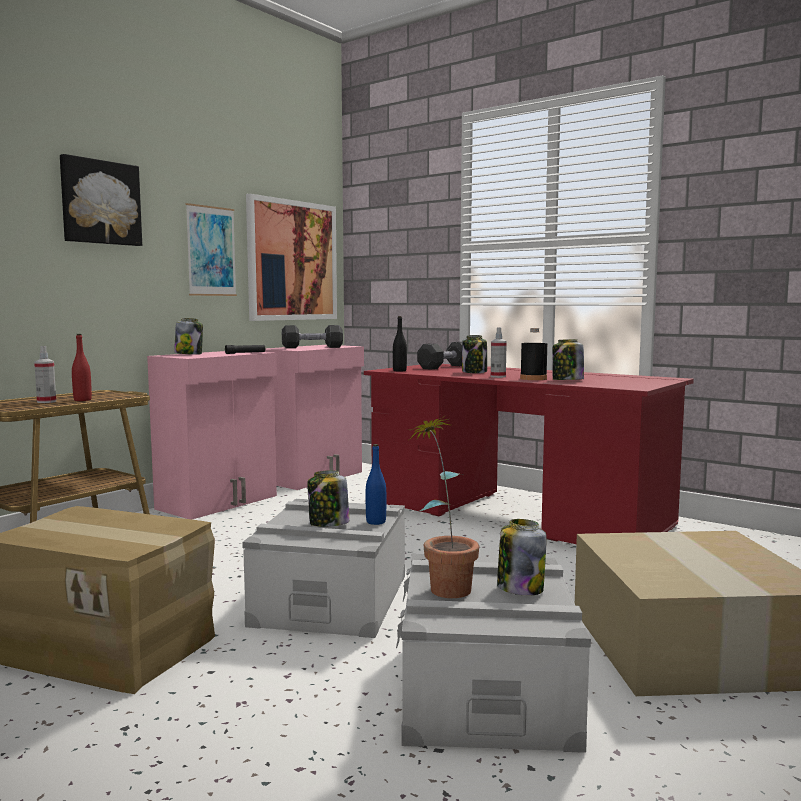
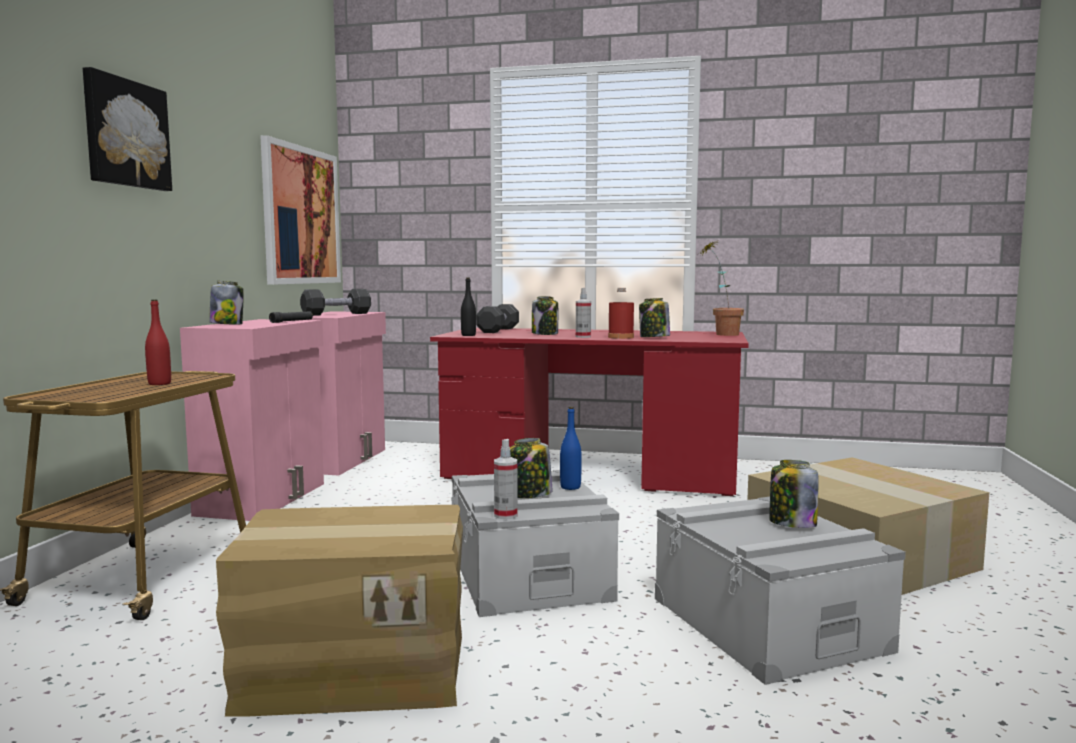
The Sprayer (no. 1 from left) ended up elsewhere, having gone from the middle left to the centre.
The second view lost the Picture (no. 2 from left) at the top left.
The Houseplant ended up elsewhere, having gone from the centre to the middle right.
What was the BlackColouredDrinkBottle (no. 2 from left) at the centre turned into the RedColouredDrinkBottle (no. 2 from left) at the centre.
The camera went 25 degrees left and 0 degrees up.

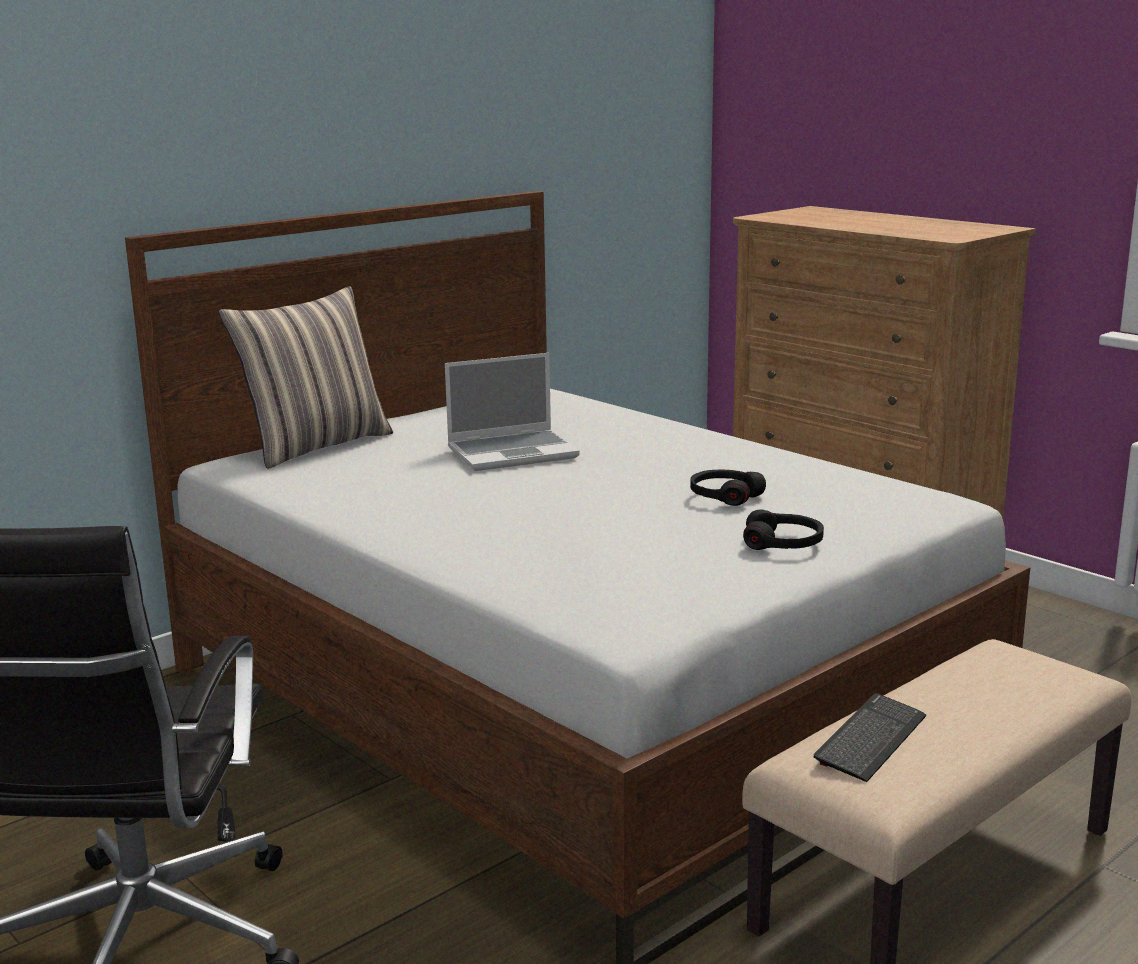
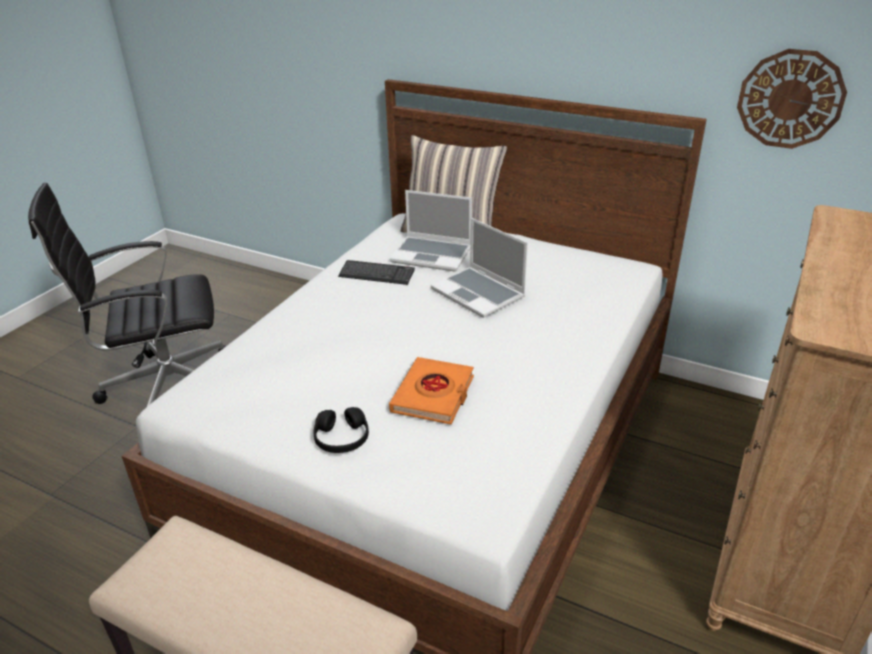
Where the BlackColouredPairOfHeadphones (no. 1 from left) stood at the centre, the OrangeColouredVolume came to stand at the centre.
The Keyboard ended up elsewhere, having gone from the bottom right to the centre.
The second view gained the Laptop (no. 1 from left) at the centre.
The second view gained the ClockOnTheWall at the top right.
The camera went 70 degrees right and 15 degrees up.

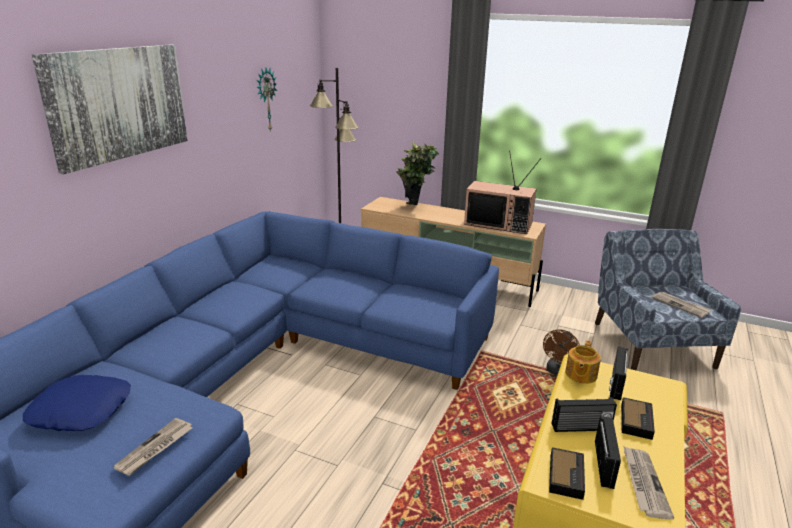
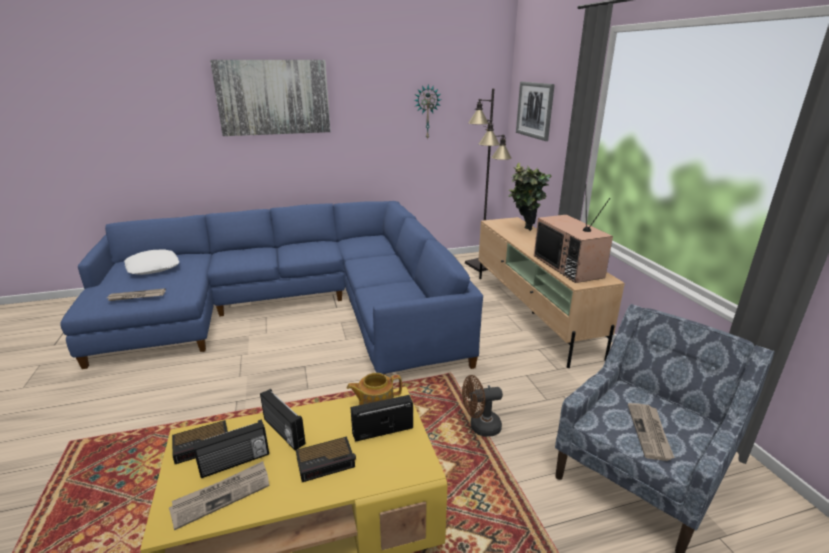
What was the BluishCushion at the bottom left turned into the WhiteCushion at the middle left.
The second view gained the Picture (no. 2 from left) at the top centre.
The camera went 50 degrees right and 0 degrees up.

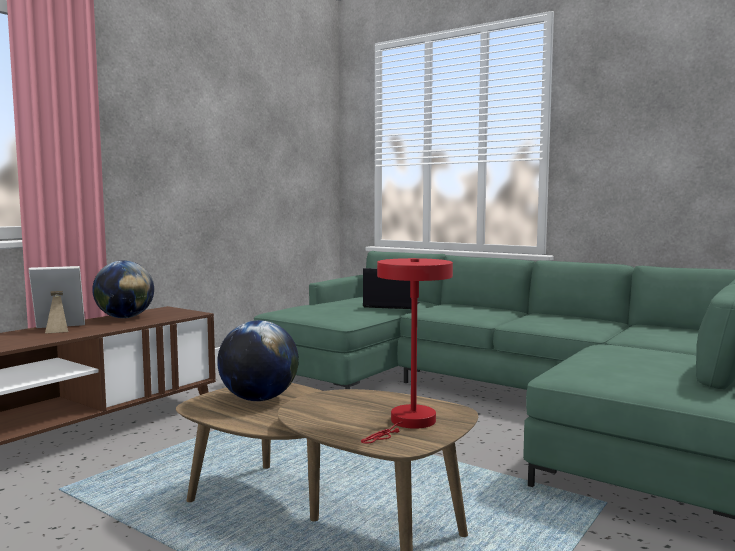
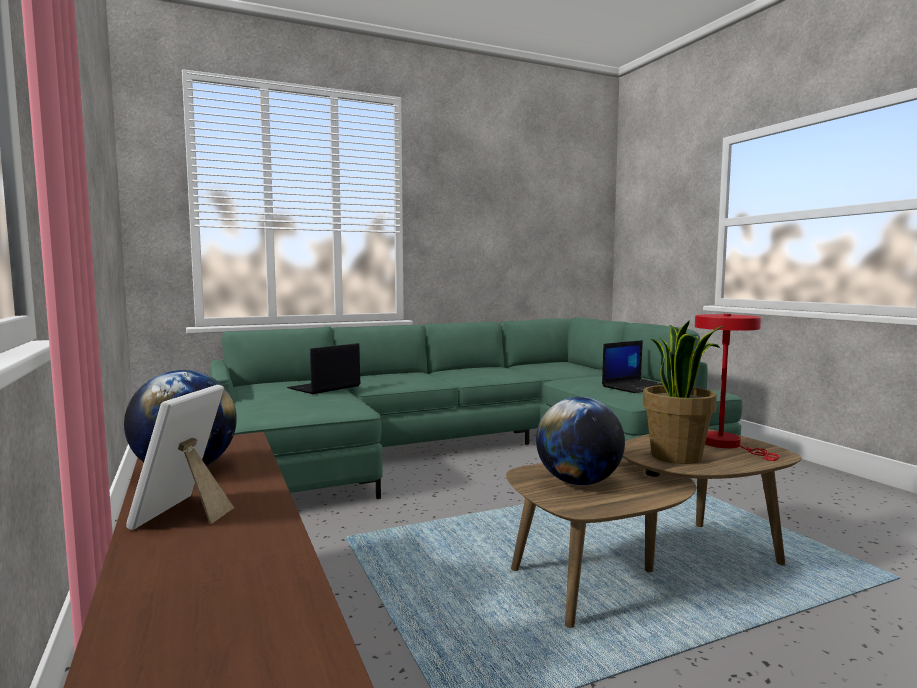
The second view gained the Laptop (no. 2 from left) at the middle right.
The second view gained the Houseplant at the middle right.
The camera went 60 degrees left and 0 degrees up.

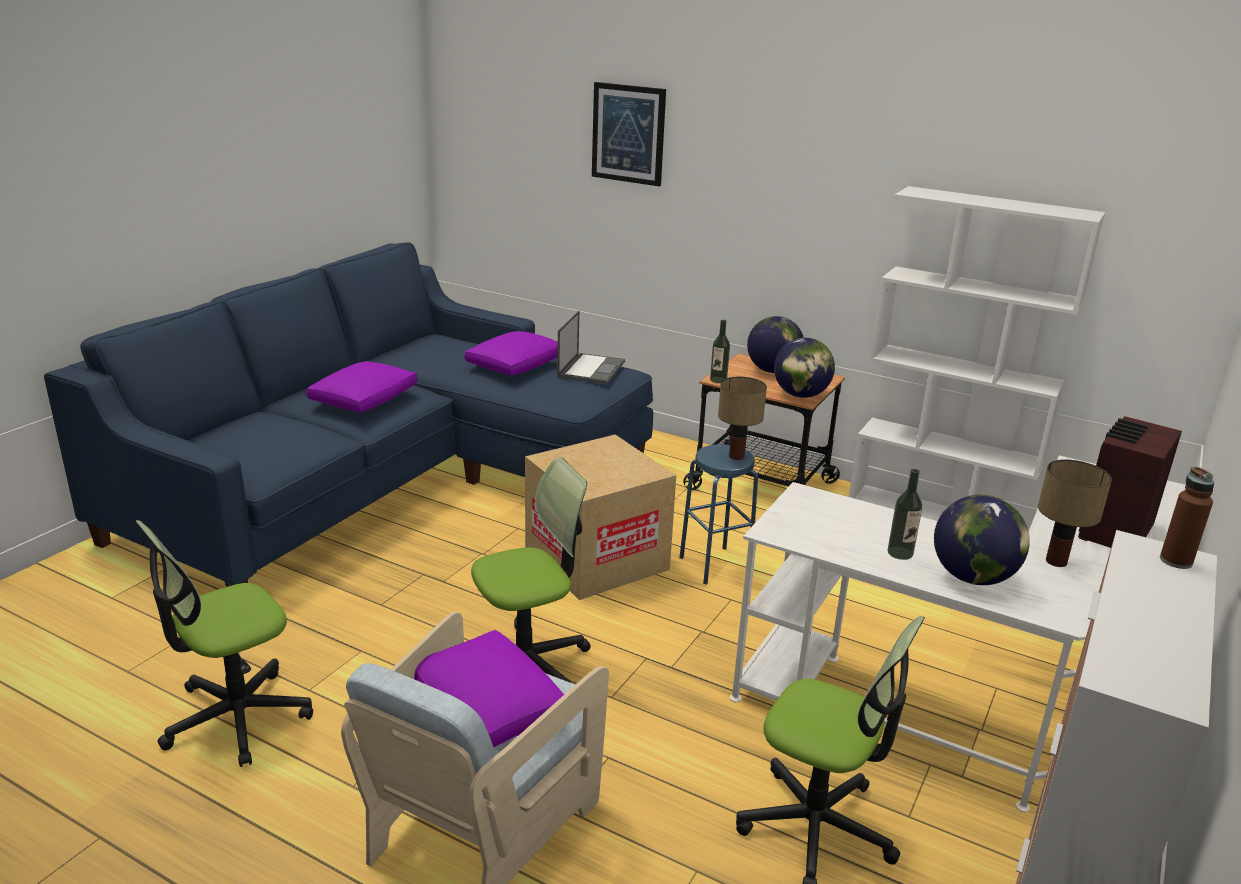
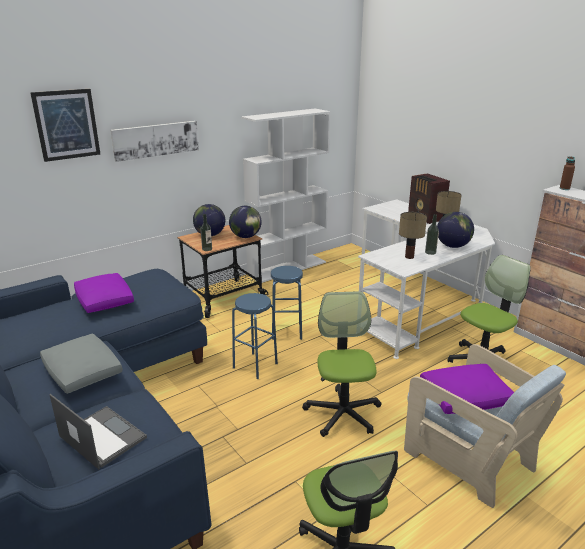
What was the PurplishCushion (no. 1 from left) at the middle left turned into the GreyishCushion at the middle left.
Where the PackingBox stood at the centre, the BluishStool (no. 1 from left) came to stand at the centre.
The Laptop ended up elsewhere, having gone from the centre to the bottom left.
The TabletopLamp (no. 1 from left) ended up elsewhere, having gone from the centre to the middle right.
The second view gained the Picture (no. 2 from left) at the top left.
The camera went 65 degrees left and 0 degrees up.

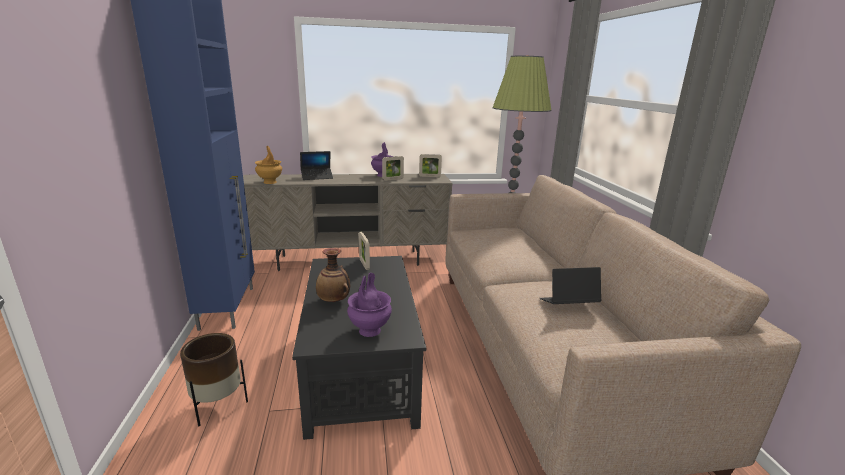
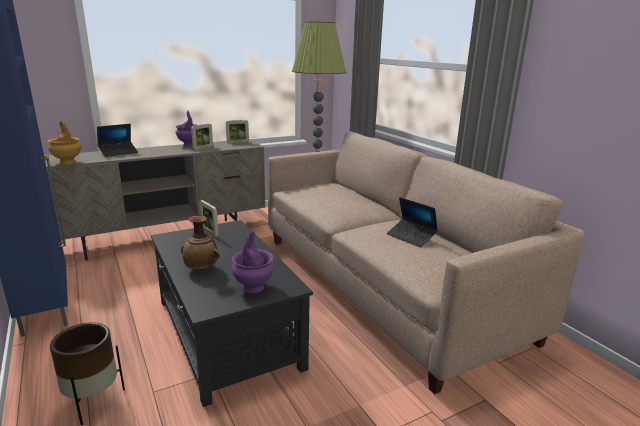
The Laptop (no. 2 from left) at the middle right ended up facing another way, 105 degrees counterclockwise from before.
The camera went 20 degrees left and 0 degrees up.

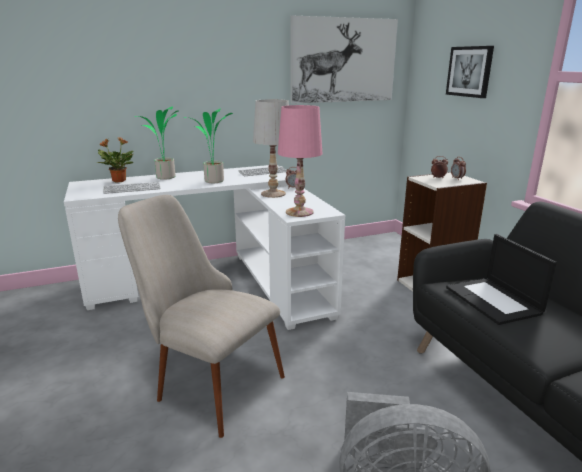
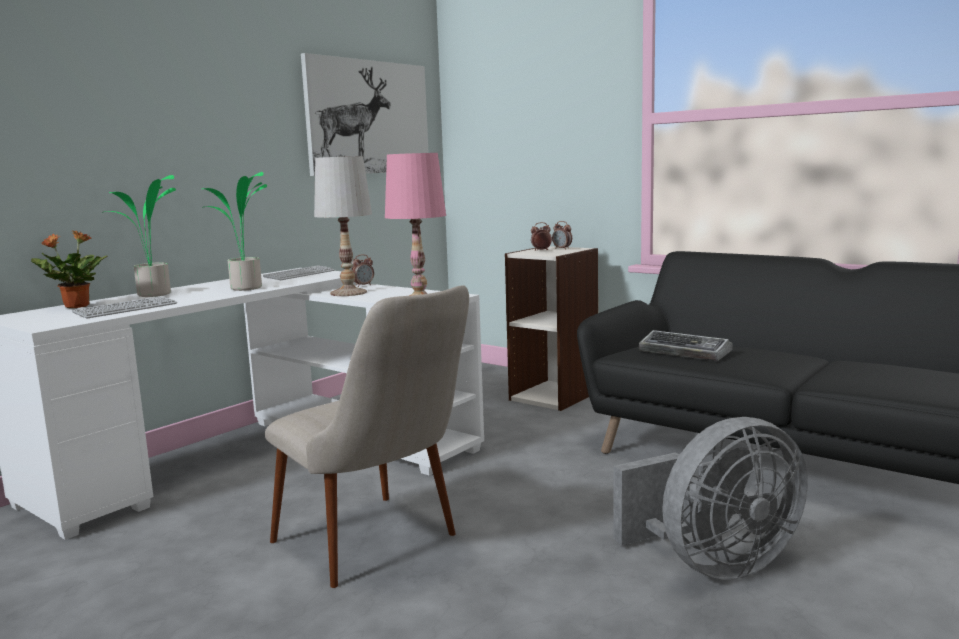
The BeigeChair at the bottom centre ended up facing another way, 135 degrees counterclockwise from before.
The second view lost the Picture (no. 2 from left) at the top right.
Where the Laptop stood at the middle right, the Keyboard (no. 3 from left) came to stand at the middle right.
The camera went 30 degrees left and 10 degrees down.

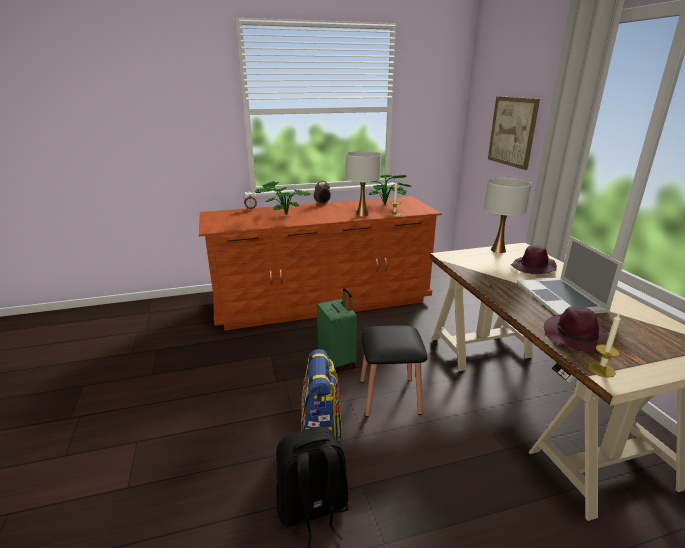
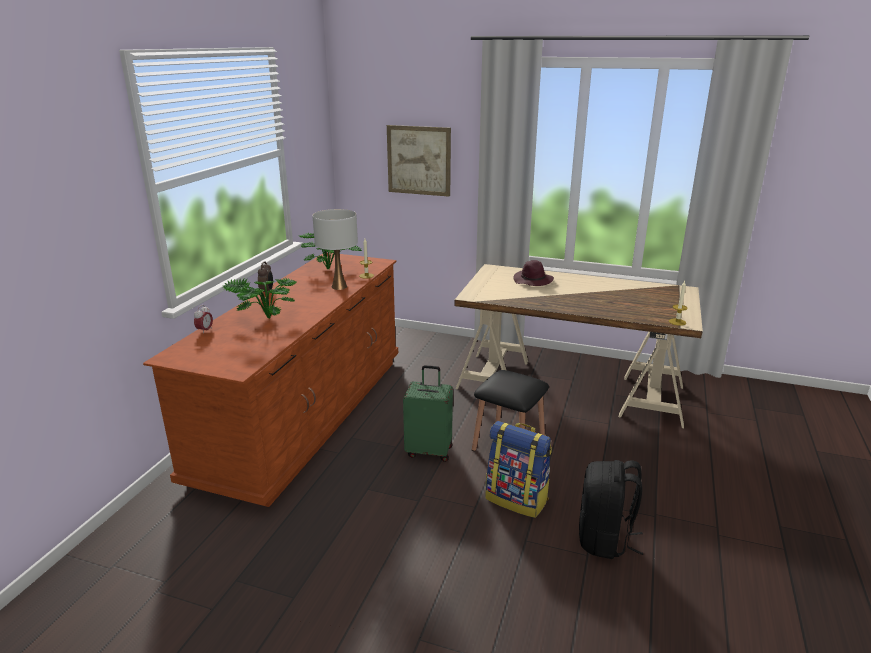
The second view lost the WhiteTabletopLamp (no. 2 from left) at the middle right.
The second view lost the Laptop at the middle right.
The second view lost the PurplishHat (no. 2 from left) at the middle right.
The camera went 55 degrees left and 0 degrees up.

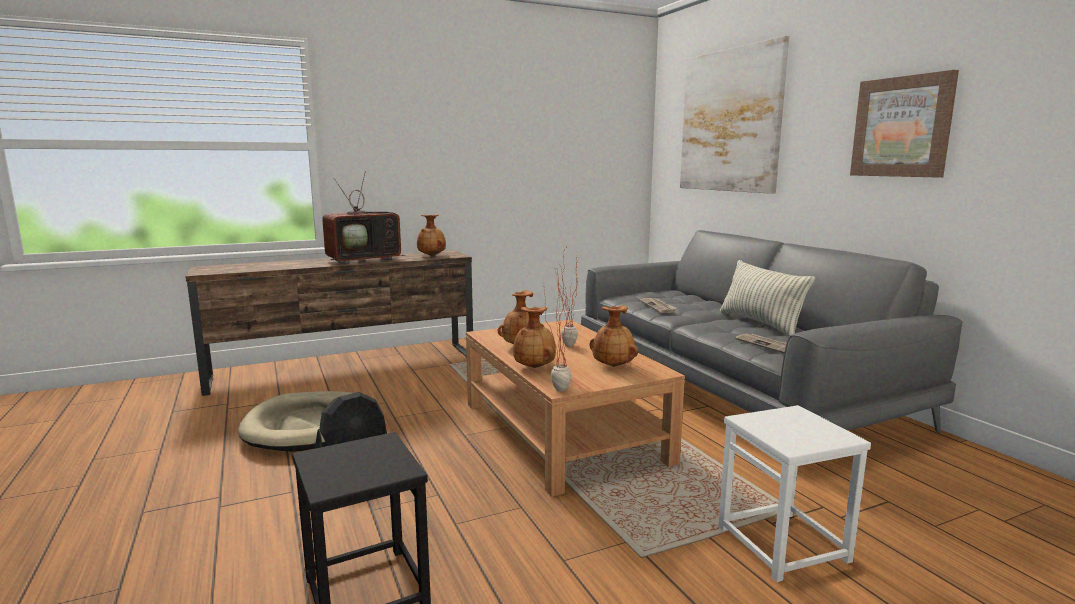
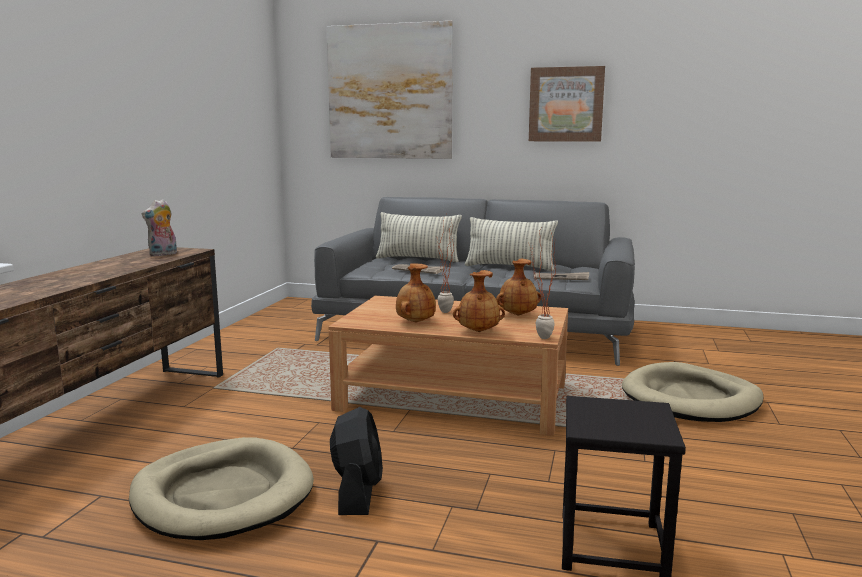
The second view lost the Television at the centre.
Where the BrownishVase (no. 1 from left) stood at the centre, the SoftToy came to stand at the middle left.
Where the WhiteStool stood at the bottom right, the BeigePetBed (no. 2 from left) came to stand at the bottom right.
The second view gained the Cushion (no. 1 from left) at the centre.
The camera went 50 degrees left and 0 degrees up.

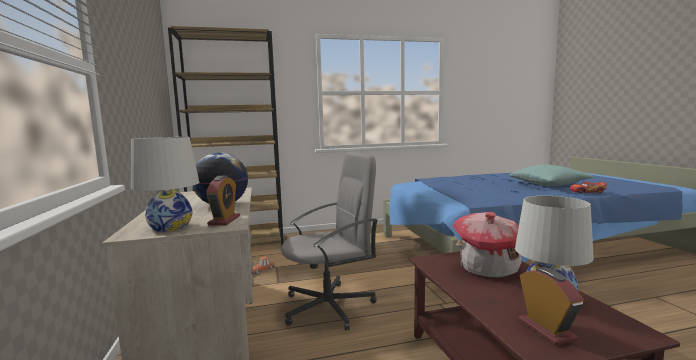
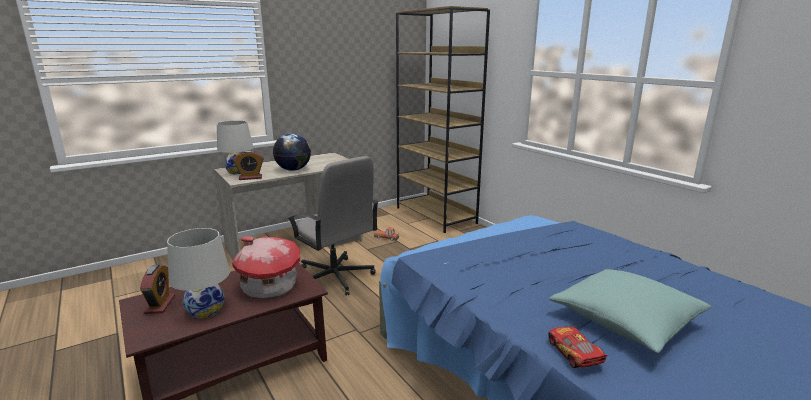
The AlarmClock (no. 2 from left in the first image) at the bottom right ended up facing another way, 60 degrees counterclockwise from before.
The camera went 70 degrees right and 10 degrees up.

